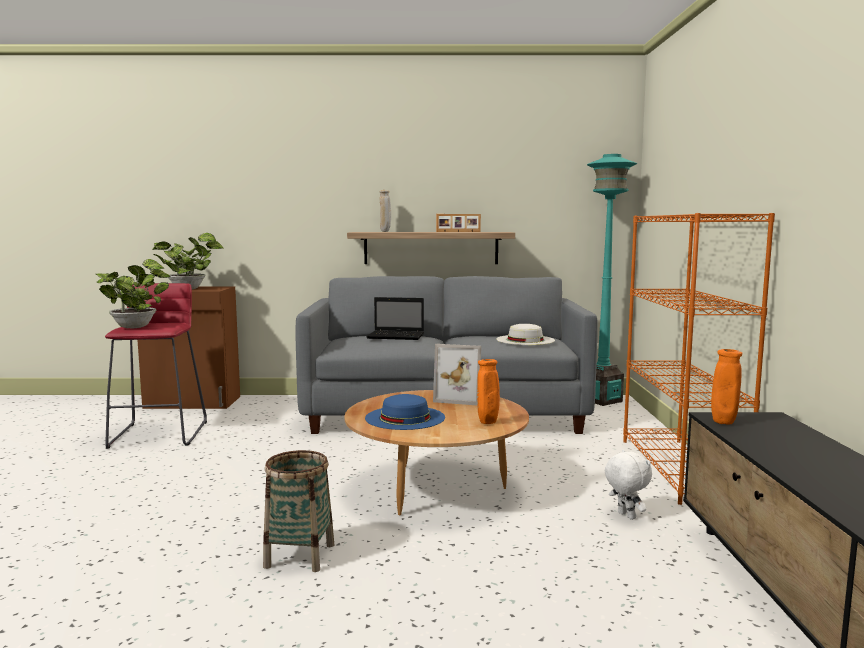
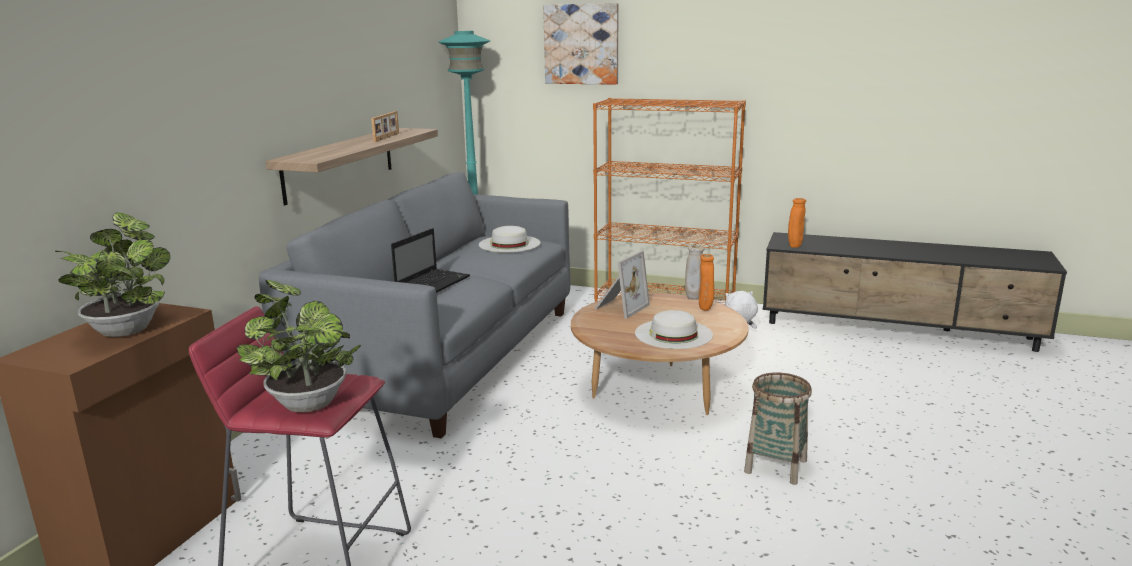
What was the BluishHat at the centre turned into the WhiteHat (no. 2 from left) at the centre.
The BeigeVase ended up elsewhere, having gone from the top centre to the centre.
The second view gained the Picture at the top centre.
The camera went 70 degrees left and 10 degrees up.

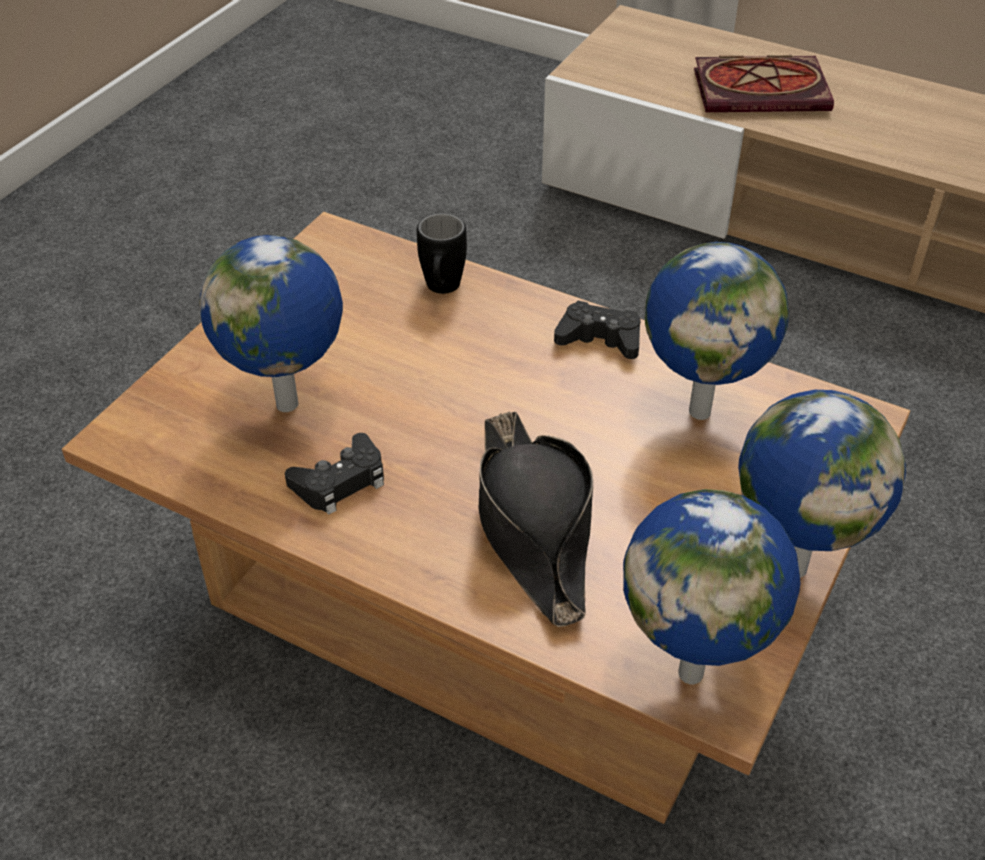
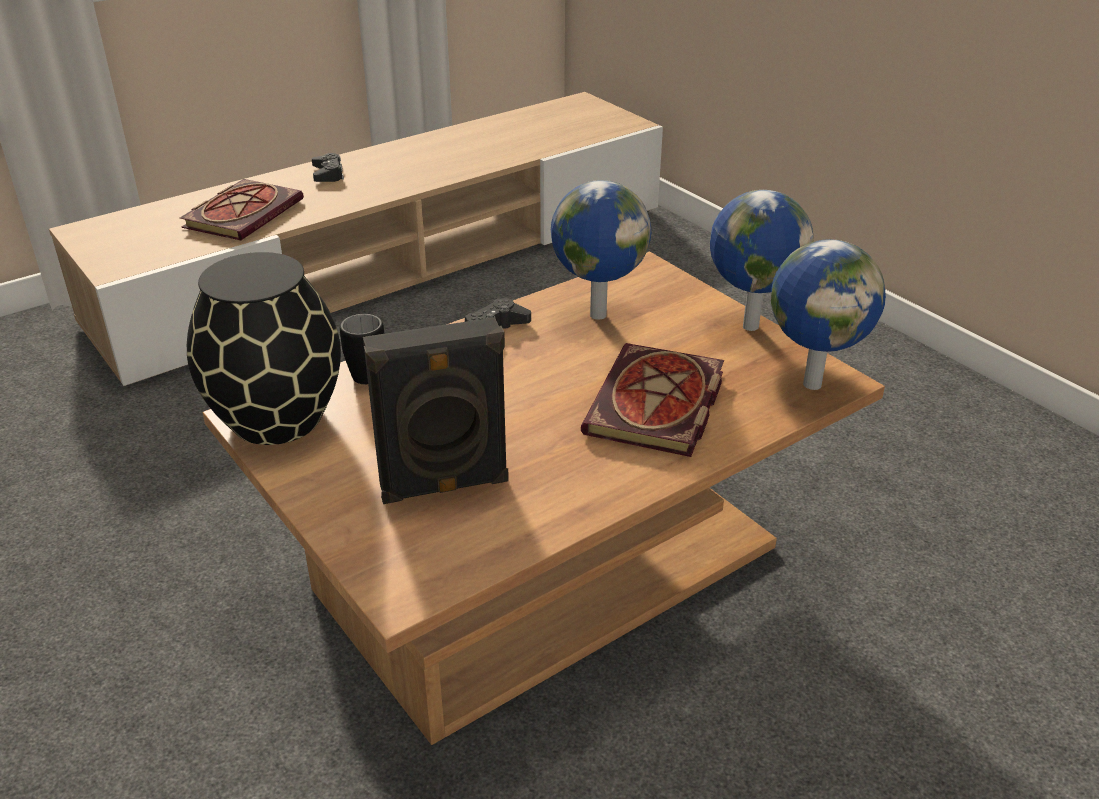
Where the Globe (no. 1 from left) stood at the middle left, the BlackColouredLoudspeaker came to stand at the centre.
The BlackColouredJoypad (no. 1 from left) ended up elsewhere, having gone from the centre to the top left.
Where the BlackColouredHat stood at the centre, the Volume (no. 2 from left) came to stand at the centre.
The second view gained the BlackColouredVase at the middle left.
The camera went 65 degrees left and 10 degrees down.

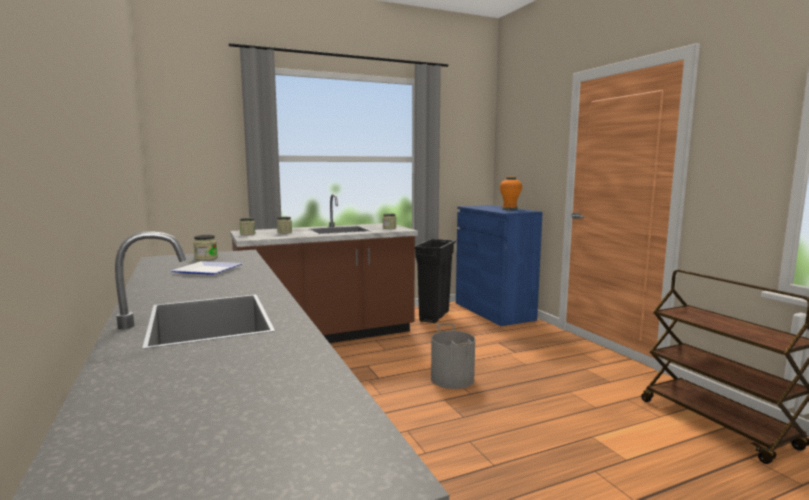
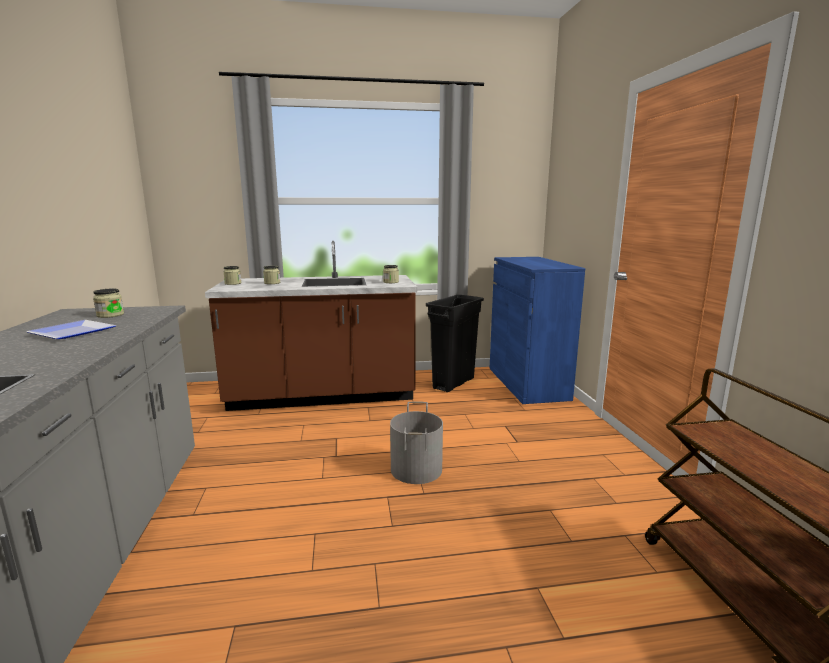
The second view lost the OrangeColouredVase at the centre.
The camera went 15 degrees right and 5 degrees up.

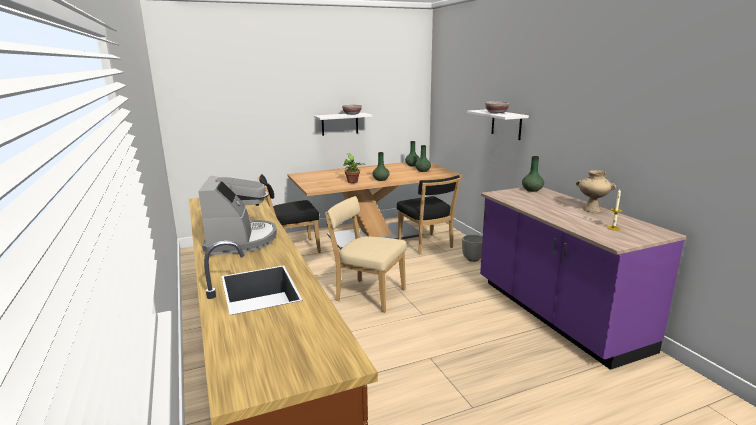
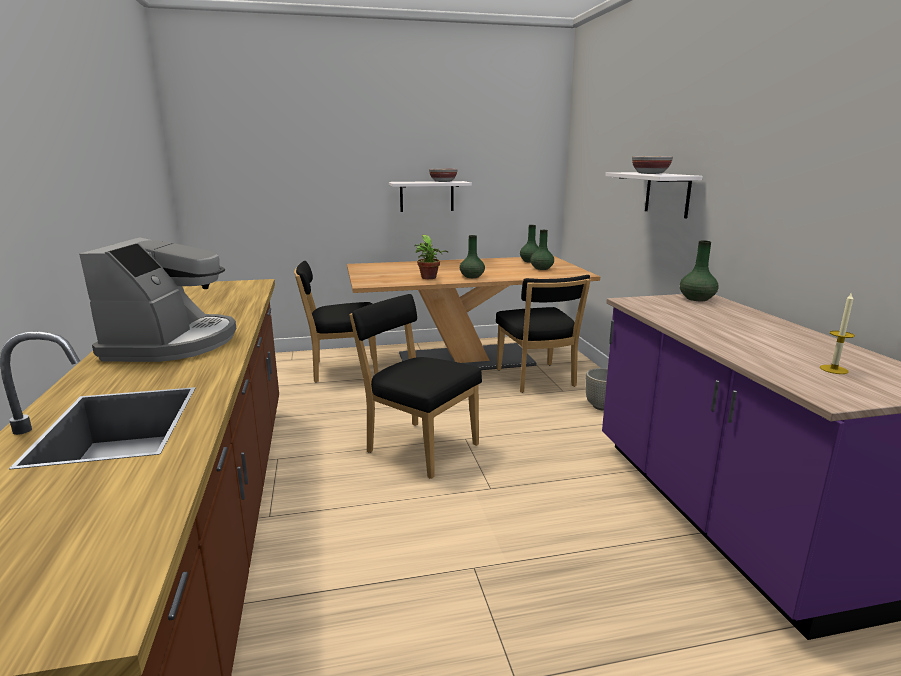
What was the BeigeChair at the centre turned into the BlackColouredChair (no. 2 from left) at the centre.
The second view lost the BeigeVase at the middle right.
The camera went 10 degrees right and 0 degrees up.

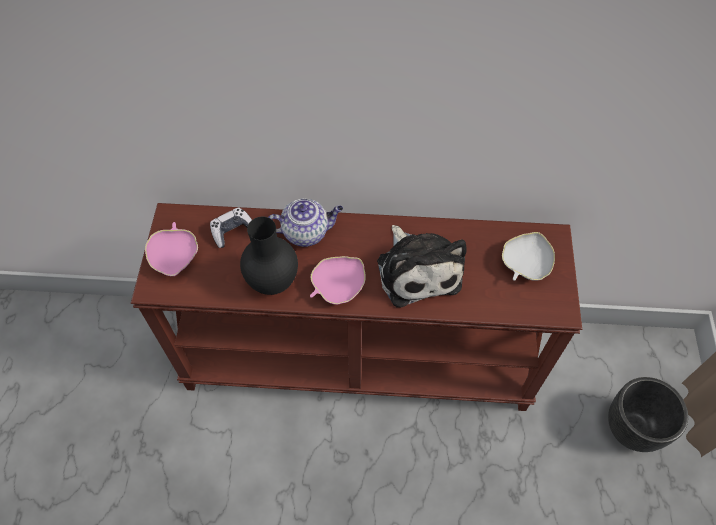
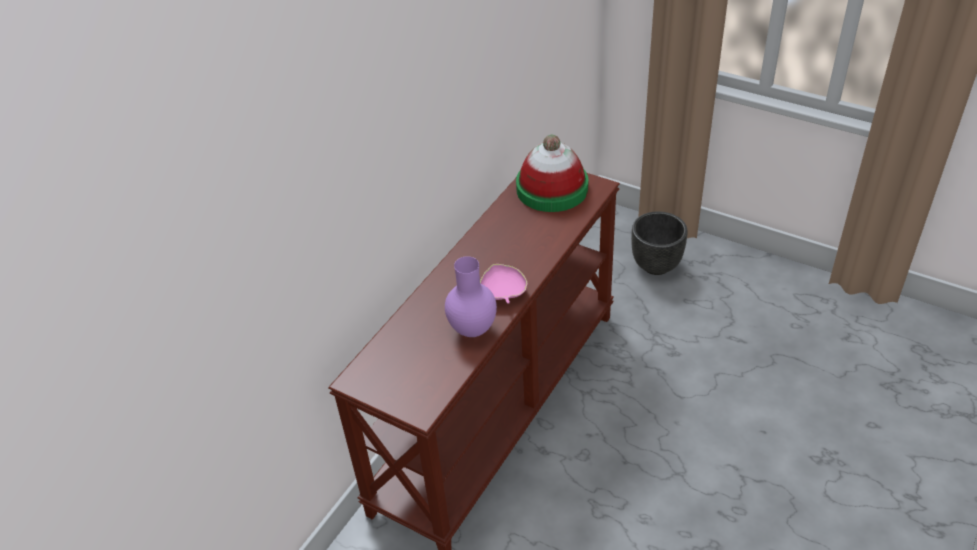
The second view lost the PinkServingBowl (no. 1 from left) at the middle left.
The second view lost the Joypad at the middle left.
What was the BlackColouredVase at the centre turned into the PurplishVase at the centre.
The second view lost the Teapot at the centre.
The second view lost the SoftToy at the centre.
Where the WhiteServingBowl stood at the middle right, the Hat came to stand at the top centre.
The camera went 60 degrees left and 15 degrees down.

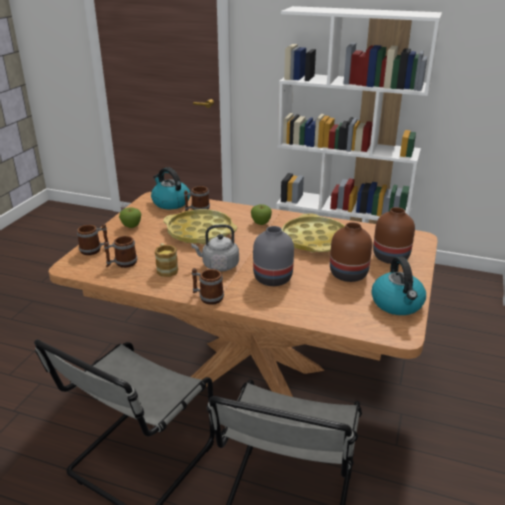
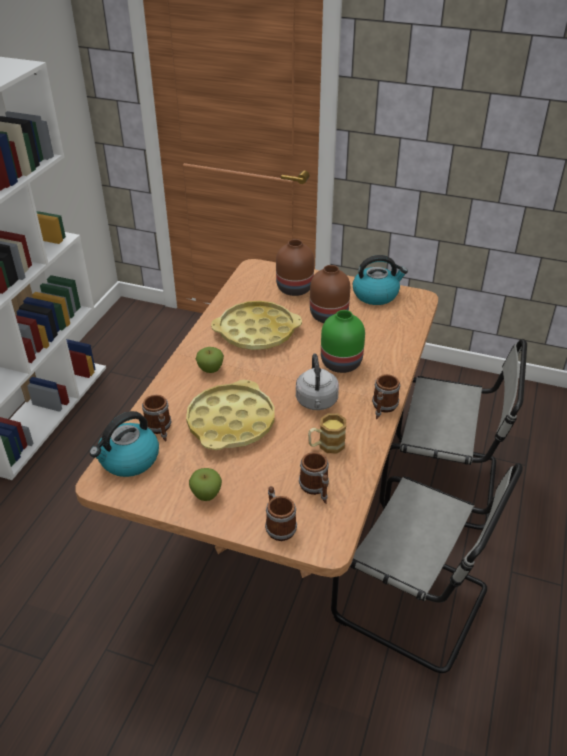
What was the GreyishVase at the centre turned into the GreenishVase at the centre.
The camera went 90 degrees left and 10 degrees up.

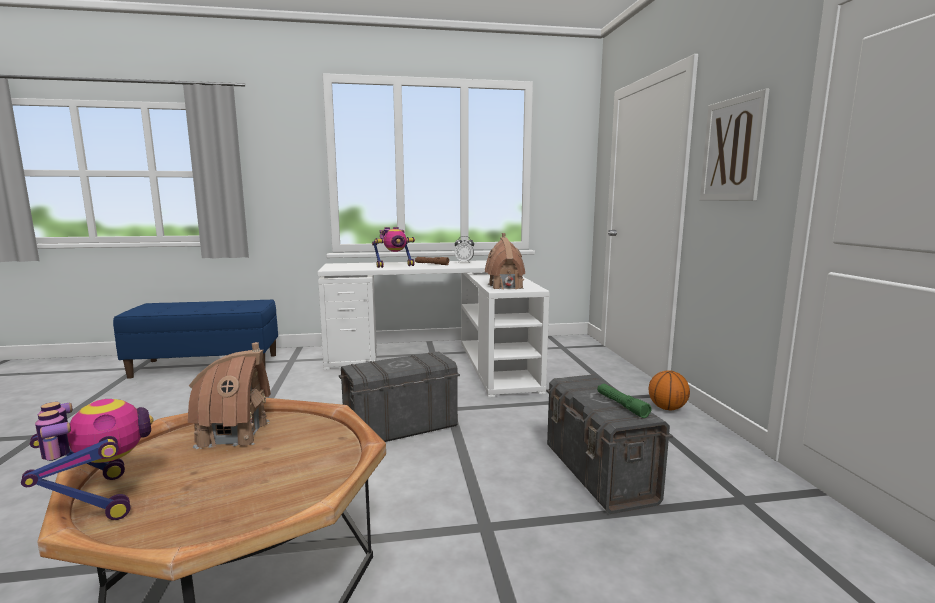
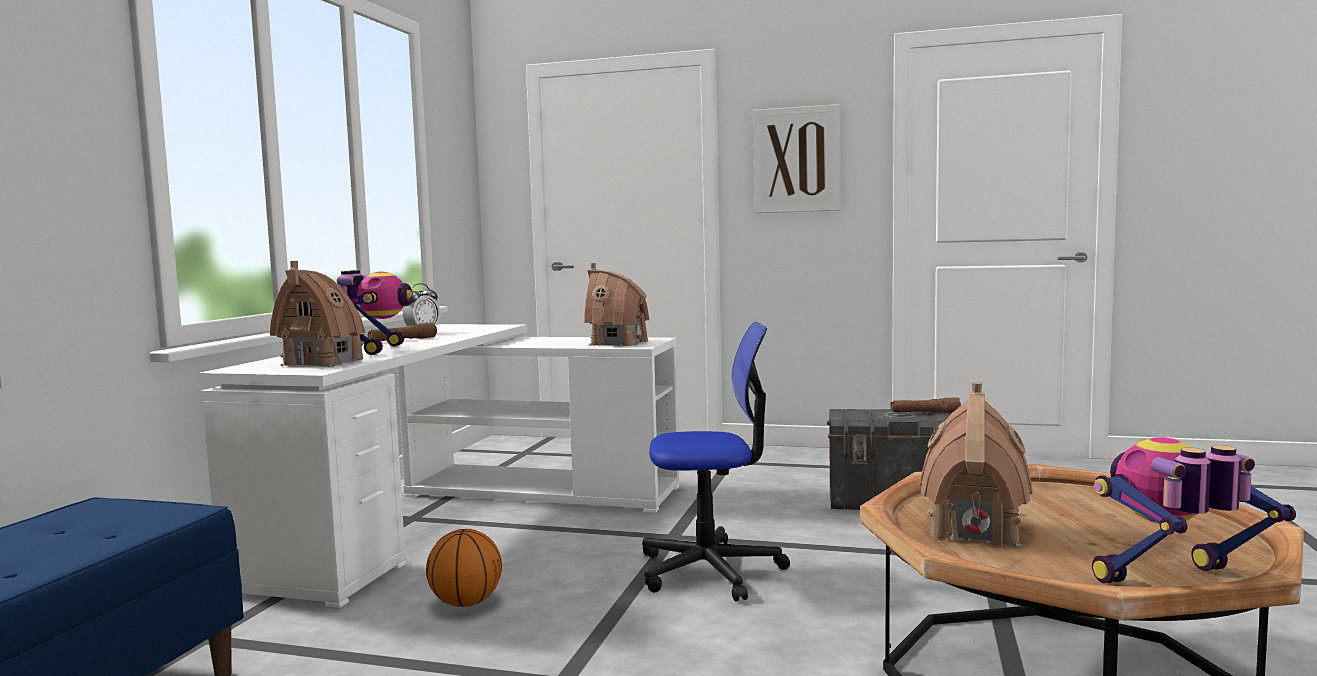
Where the GreyishStorageBox (no. 1 from left) stood at the centre, the DeskChair came to stand at the bottom centre.
What was the GreenishFlashlight at the middle right turned into the BrownishFlashlight (no. 2 from left) at the middle right.
The BasketballBall ended up elsewhere, having gone from the middle right to the bottom centre.
The second view gained the ToyHouse (no. 1 from left) at the middle left.
The camera went 65 degrees left and 5 degrees down.

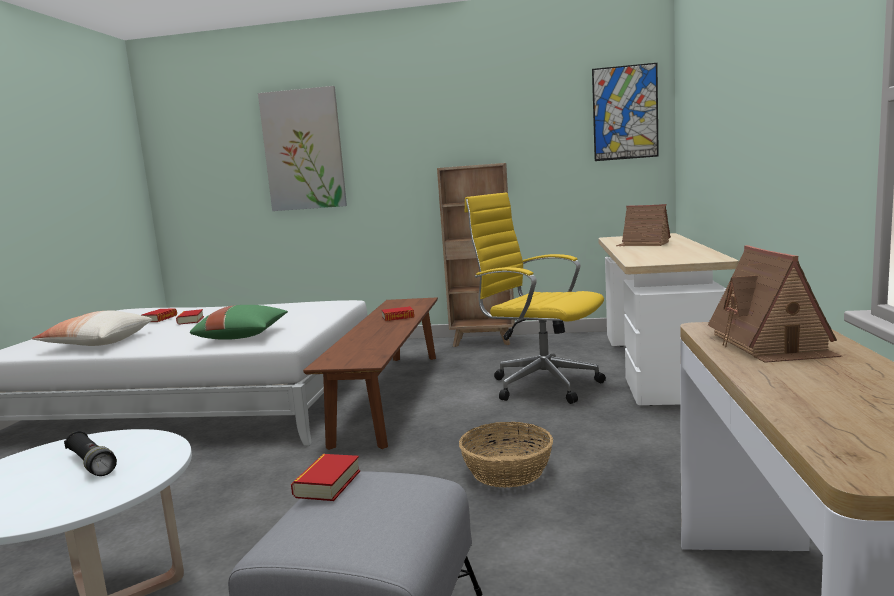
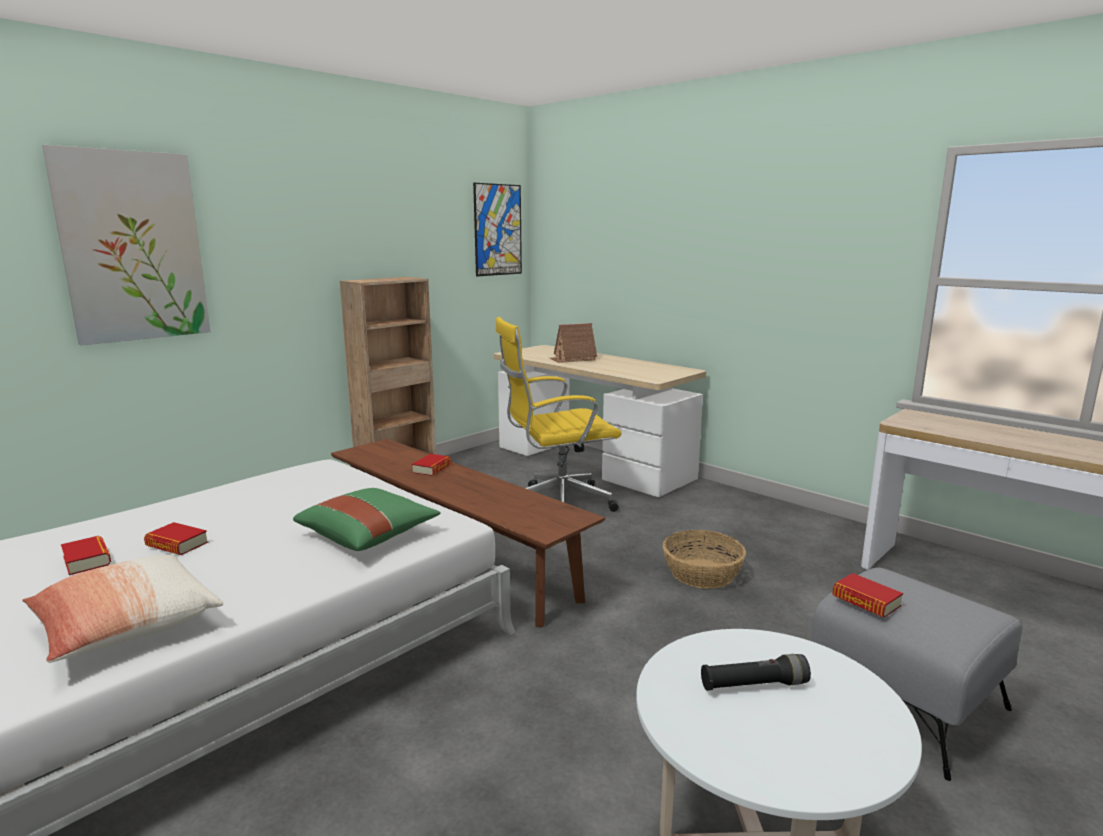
The second view lost the ToyHouse (no. 2 from left) at the middle right.
The camera went 55 degrees left and 5 degrees up.

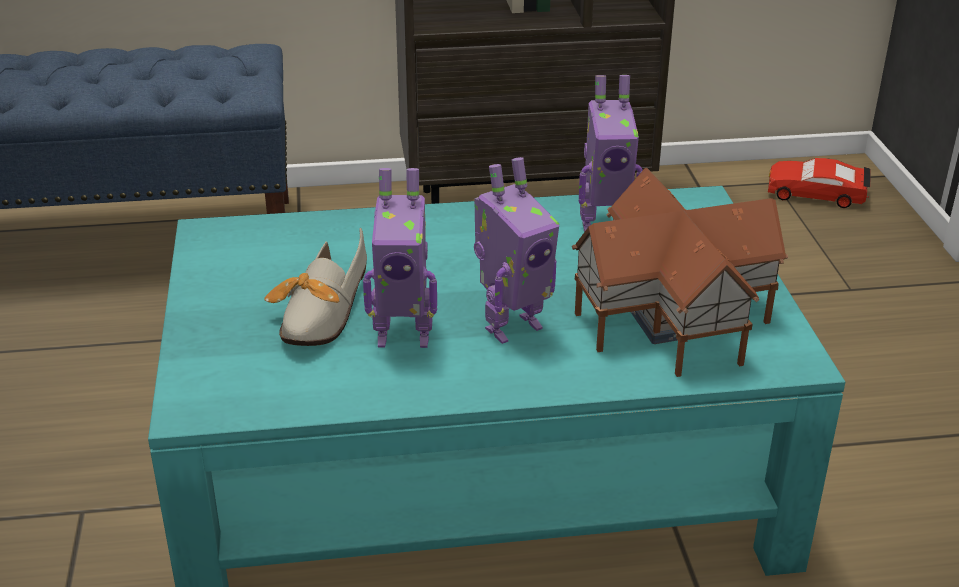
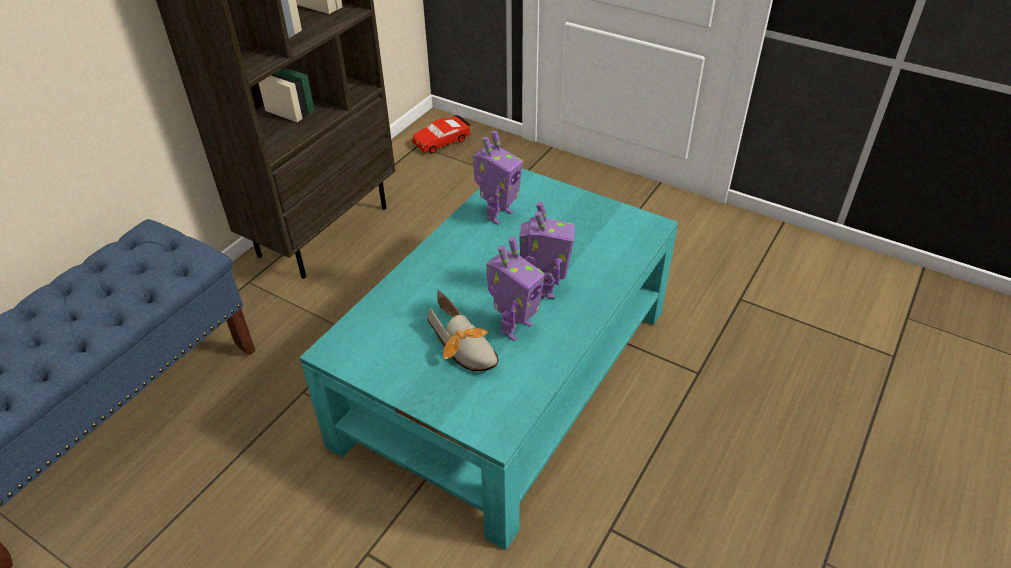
The second view lost the ToyHouse at the middle right.
The camera went 50 degrees left and 10 degrees up.

